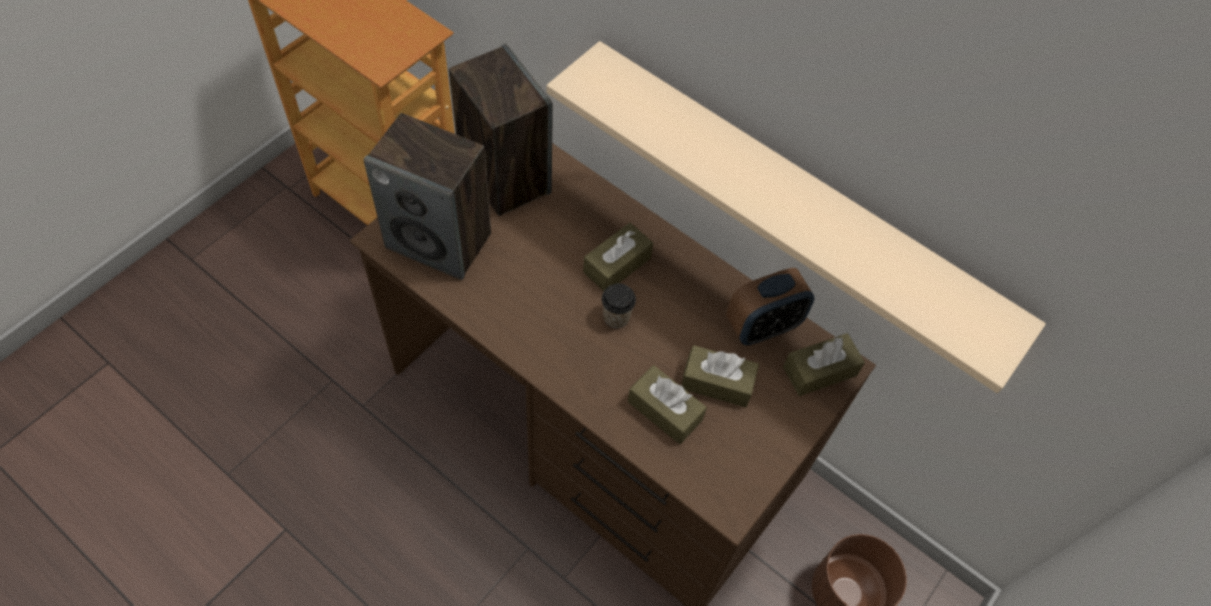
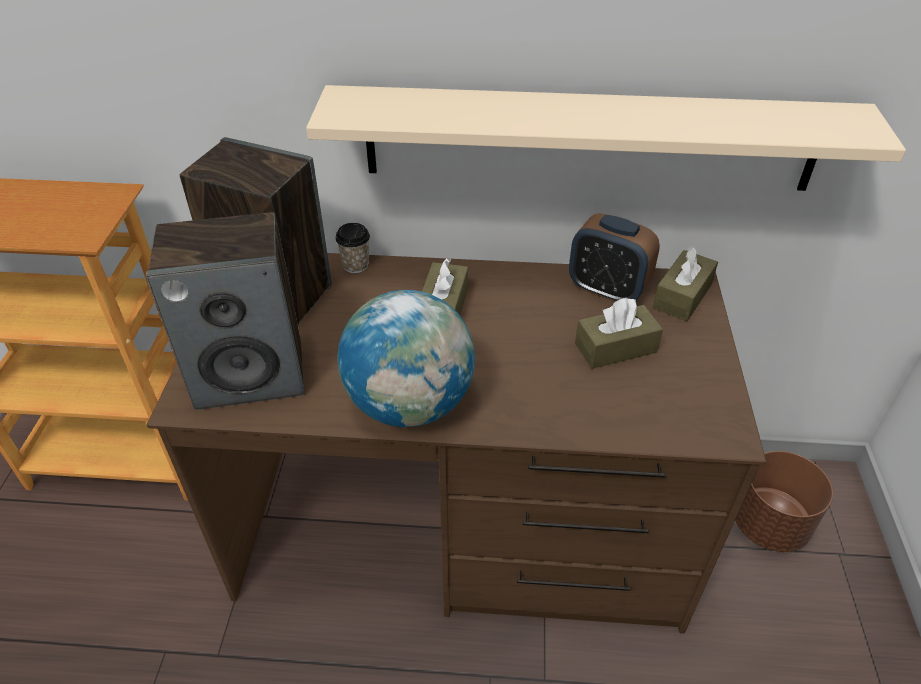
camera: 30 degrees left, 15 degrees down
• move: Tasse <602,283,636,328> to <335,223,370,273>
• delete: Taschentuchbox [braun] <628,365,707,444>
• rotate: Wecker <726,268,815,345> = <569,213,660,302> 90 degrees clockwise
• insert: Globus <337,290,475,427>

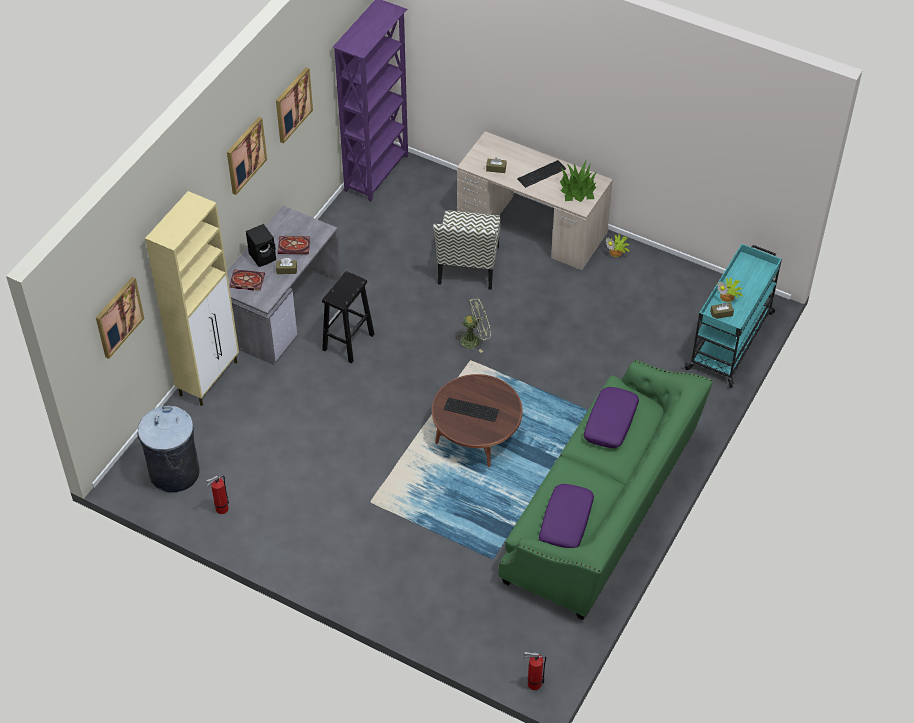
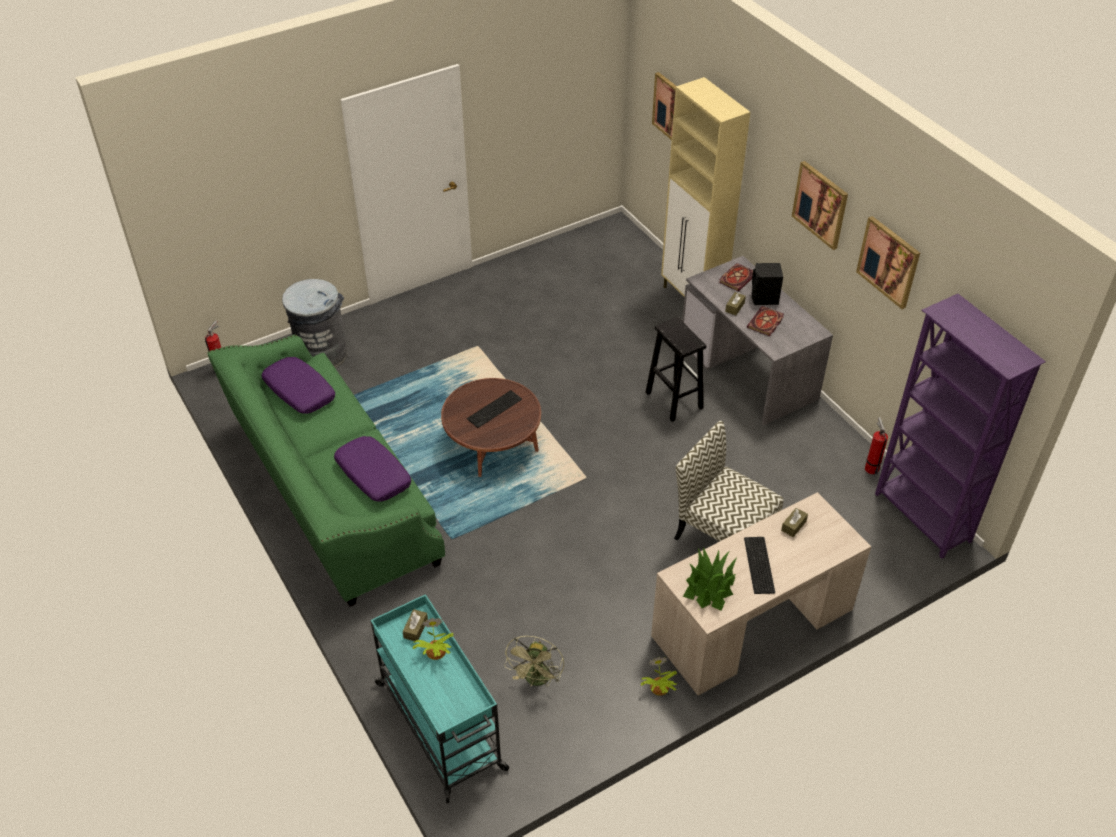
camera: 120 degrees right, 5 degrees down
• move: Mülleimer [grau] <138,405,200,492> to <282,279,348,368>
• move: Feuerlöscher <206,475,229,514> to <865,417,888,474>
• move: Ventilator [grün] <454,298,491,353> to <504,636,564,687>

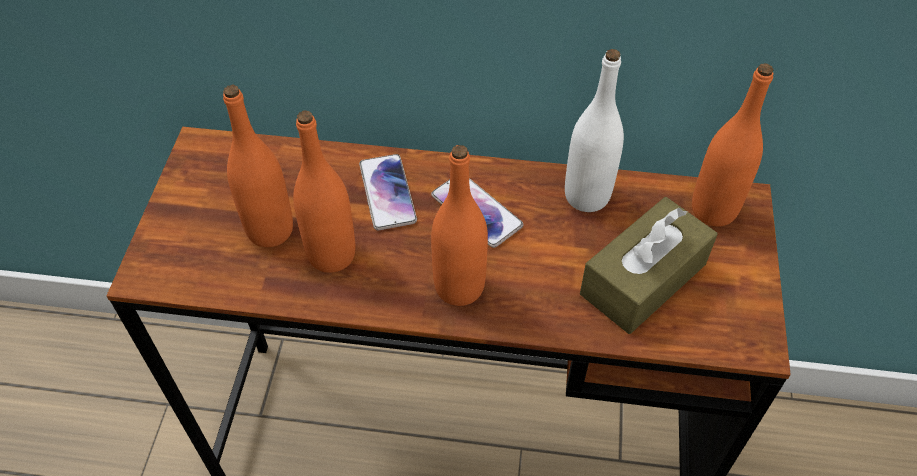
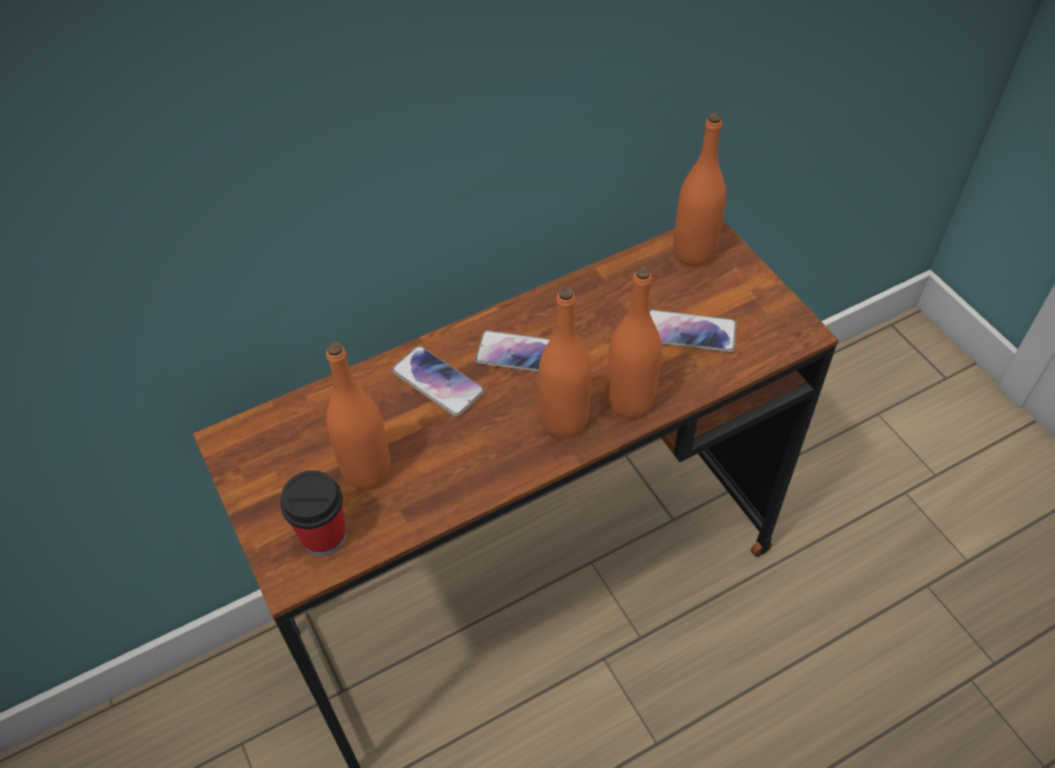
camera: 35 degrees left, 0 degrees up
• move: Flasche [orange] <293,110,355,273> to <607,267,662,418>
• delete: Flasche [weiß] <565,49,624,212>
• replace: Taschentuchbox [braun] <580,197,718,334> to Handy <649,310,737,352>
• insert: Tasse <280,470,346,556>

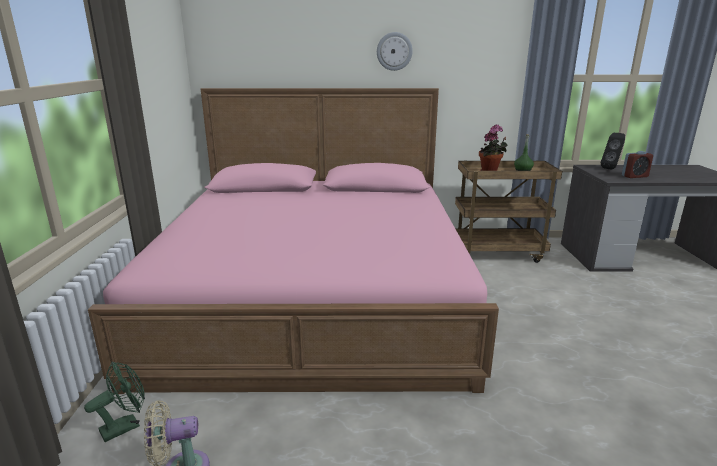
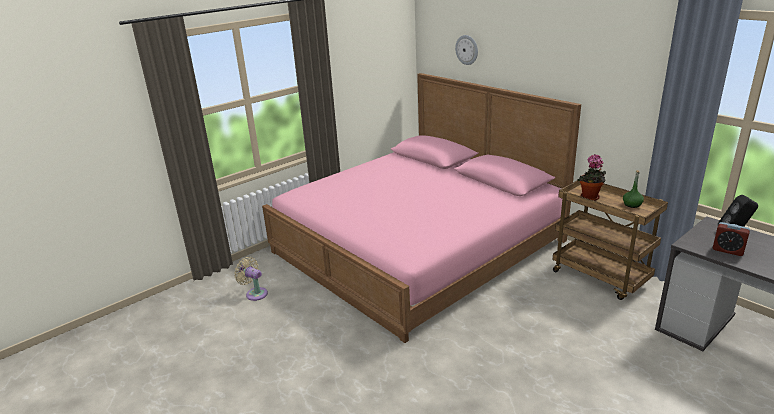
camera: 50 degrees right, 5 degrees up
• delete: Ventilator [grün] <84,361,145,442>
• move: Wanduhr <377,32,413,71> to <455,35,478,65>

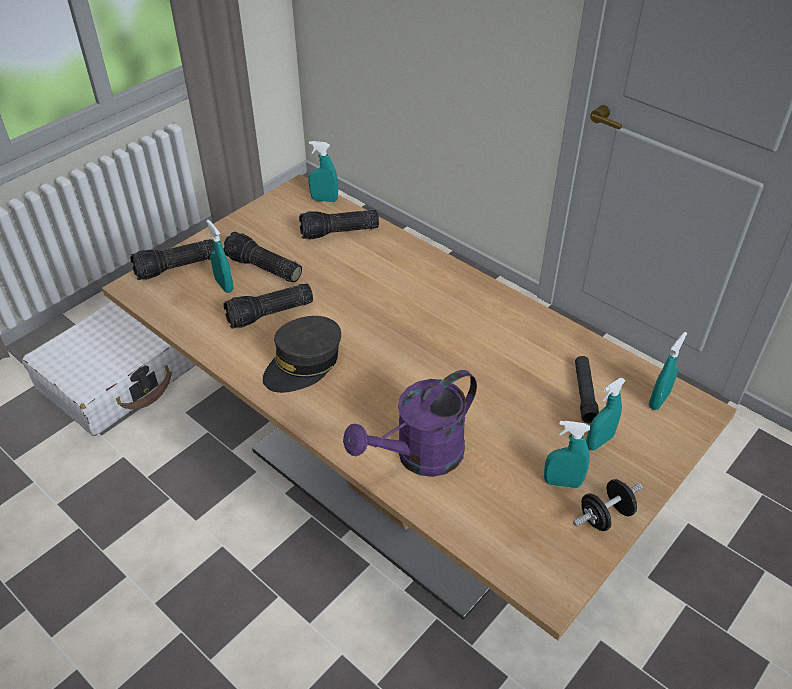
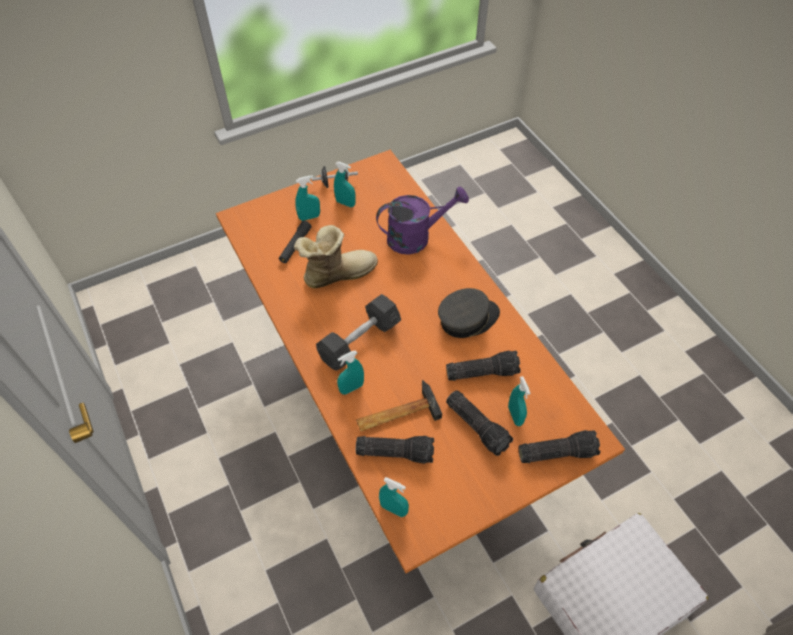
camera: 160 degrees left, 10 degrees up
• recolor: Esstisch [beige] <102,174,737,641> to Esstisch [orange] <216,150,625,573>
• move: Sprühflasche [türkis] <649,332,687,410> to <337,350,364,395>
• insert: Stiefel <294,225,378,288>
• insert: Hantel [grau] <316,294,401,371>
• insert: Hammer <356,380,442,431>

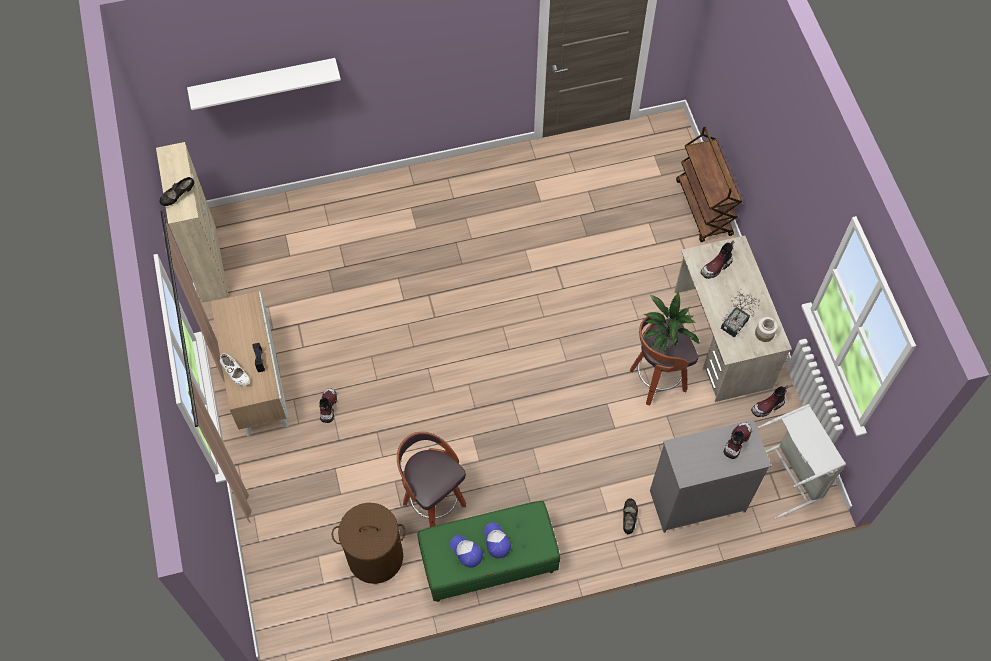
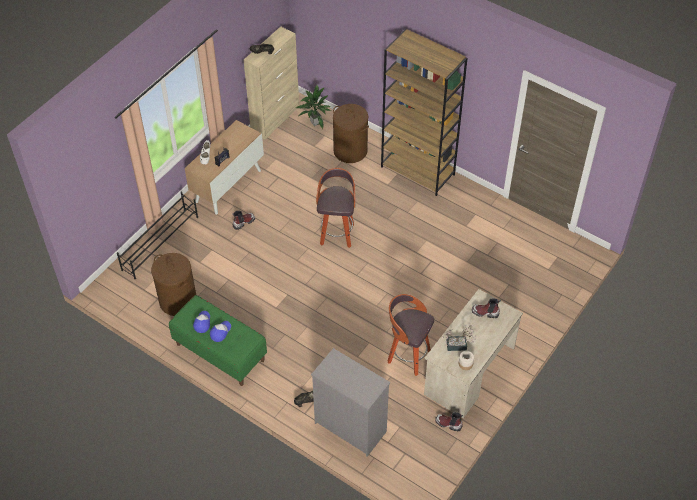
camera: 50 degrees right, 10 degrees down
• delete: Wandregal [weiß] <187,58,341,110>
• move: Hocker <397,432,466,527> to <316,168,355,248>
• move: Topfpflanze <643,292,700,354> to <296,84,331,129>
• delete: Rollwagen [braun] <676,127,742,242>
• delete: Stiefel <724,422,752,459>
• delete: Wäschekorb [grau] <758,404,846,519>
• insert: Schuhregal [schwarz] <117,191,198,279>
• insert: Wäschekorb [braun] <333,104,369,163>
• insert: Bücherregal [braun] <381,29,468,196>

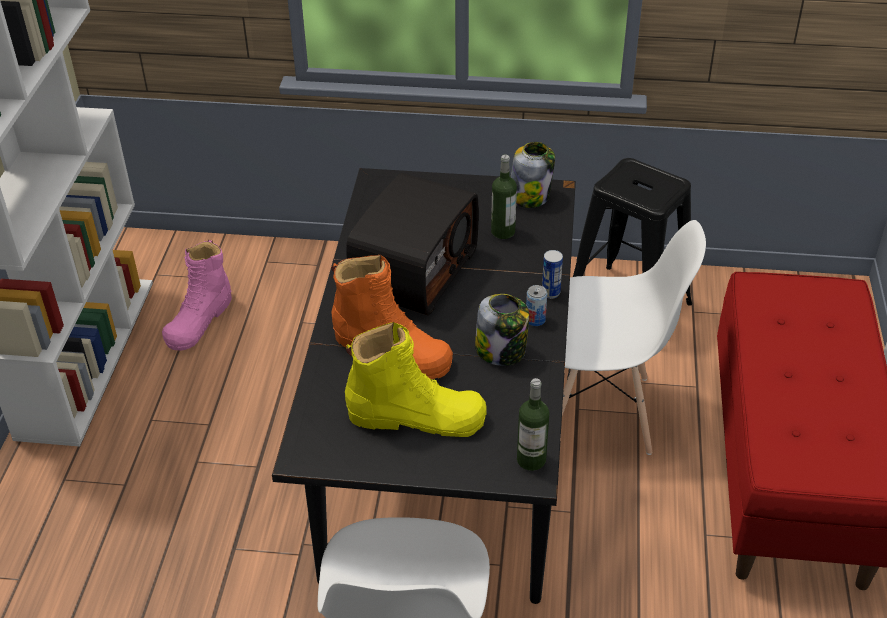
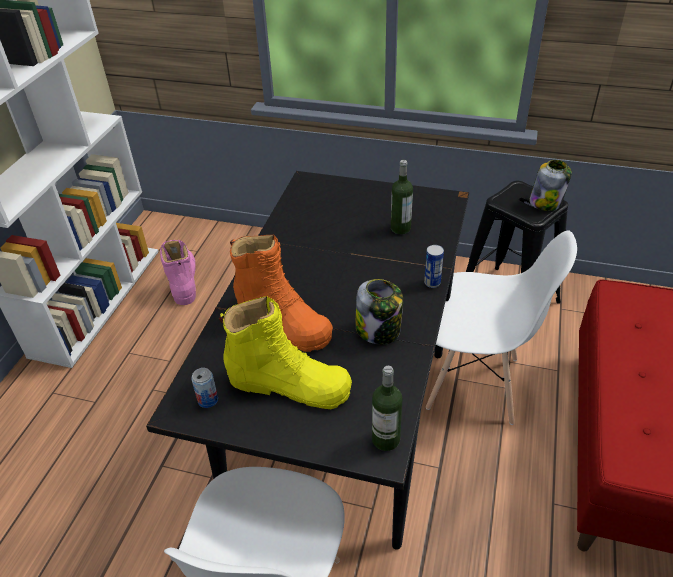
camera: 10 degrees right, 0 degrees up
• rotate: Stiefel [rosa] <162,240,232,351> = <160,240,196,305> 135 degrees clockwise
• delete: Radio <346,173,479,315>
• move: Vorratsglas <511,142,555,208> to <529,160,572,211>
• move: Dose <526,285,547,326> to <191,368,218,408>

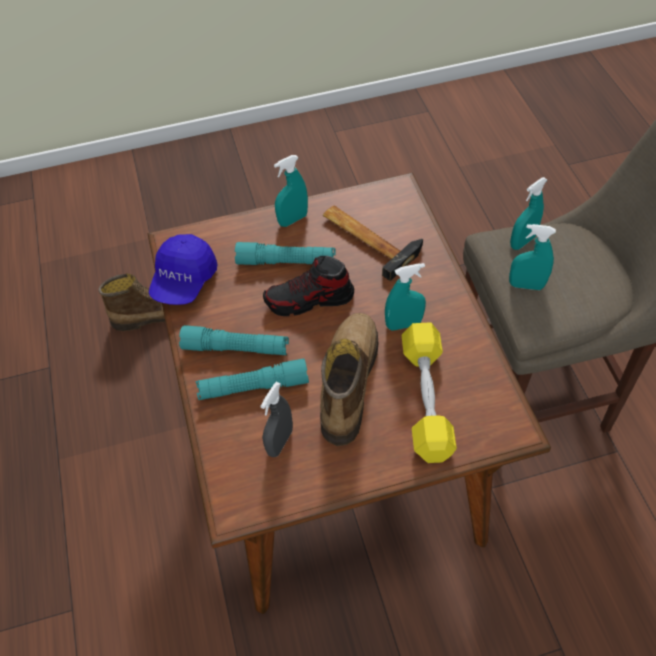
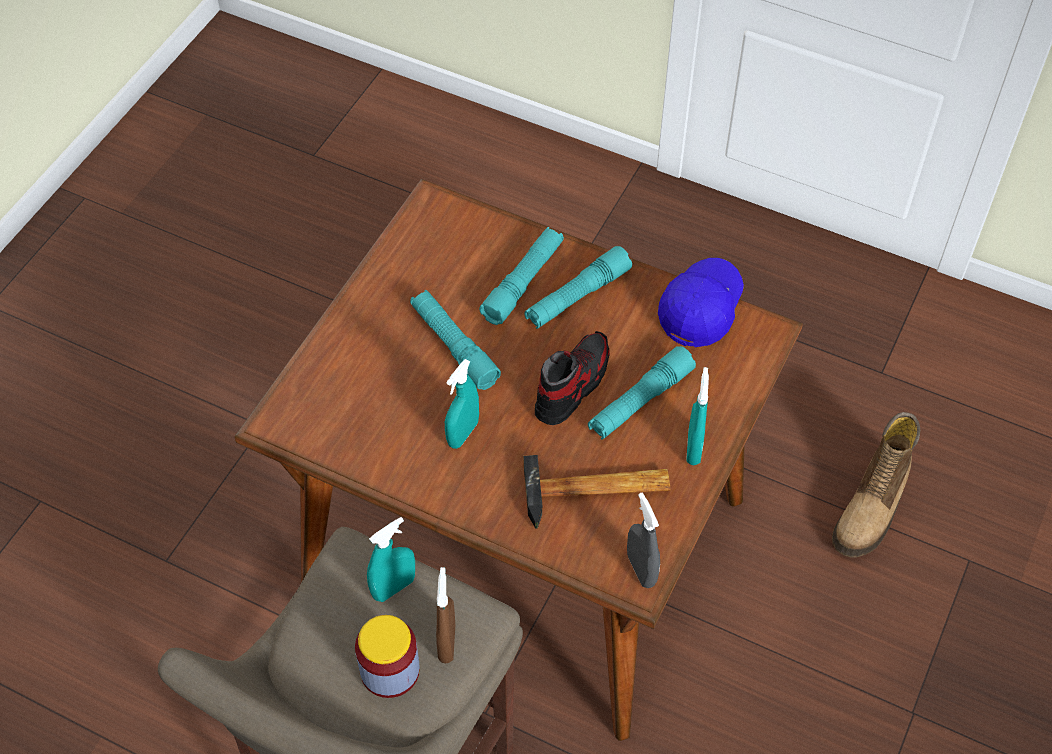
camera: 130 degrees right, 0 degrees up
• rotate: Kappe [blau] <149,234,218,305> = <658,258,744,347> 60 degrees clockwise
• move: Sprühflasche [grau] <260,382,293,457> to <627,492,660,588>
• replace: Stiefel <320,313,379,446> to Taschenlampe [türkis] <410,290,501,390>
• delete: Hantel [gelb] <401,322,457,463>
• recolor: Sprühflasche [türkis] <510,177,547,250> to Sprühflasche [braun] <436,567,455,663>
• insert: Vorratsglas <355,615,420,698>

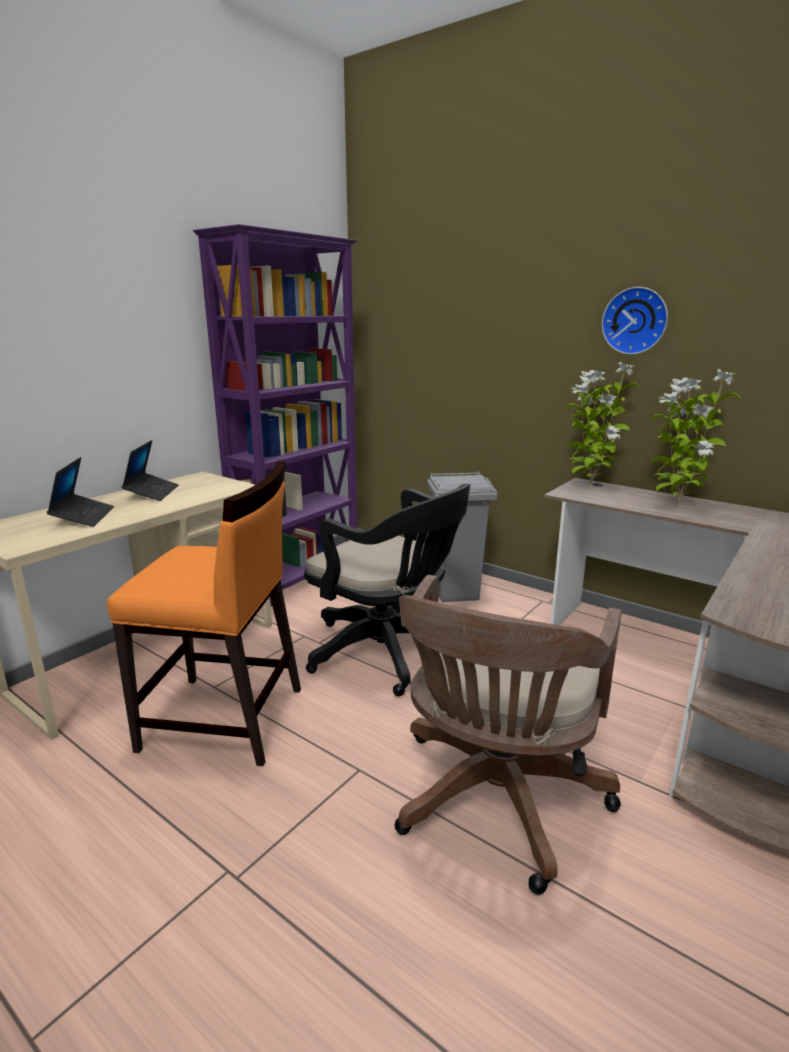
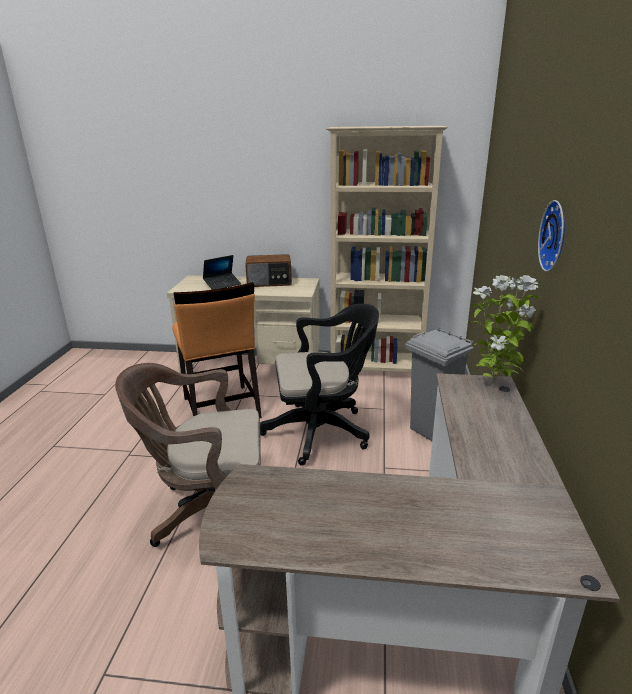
camera: 60 degrees right, 5 degrees up
• replace: Laptop <122,440,179,501> to Radio <245,254,292,287>
• recolor: Bücherregal [lila] <193,224,358,607> to Bücherregal [beige] <326,126,448,372>
• rotate: Bürostuhl [schwarz] <304,484,471,696> = <260,304,379,466> 105 degrees counterclockwise
• delete: Topfpflanze <650,369,740,505>

